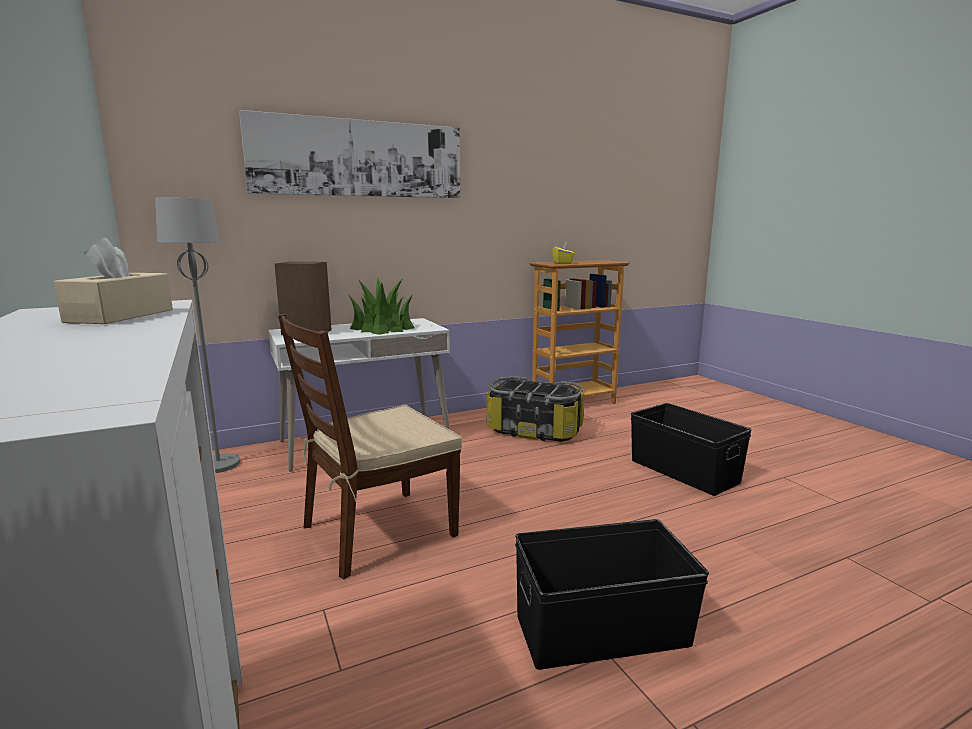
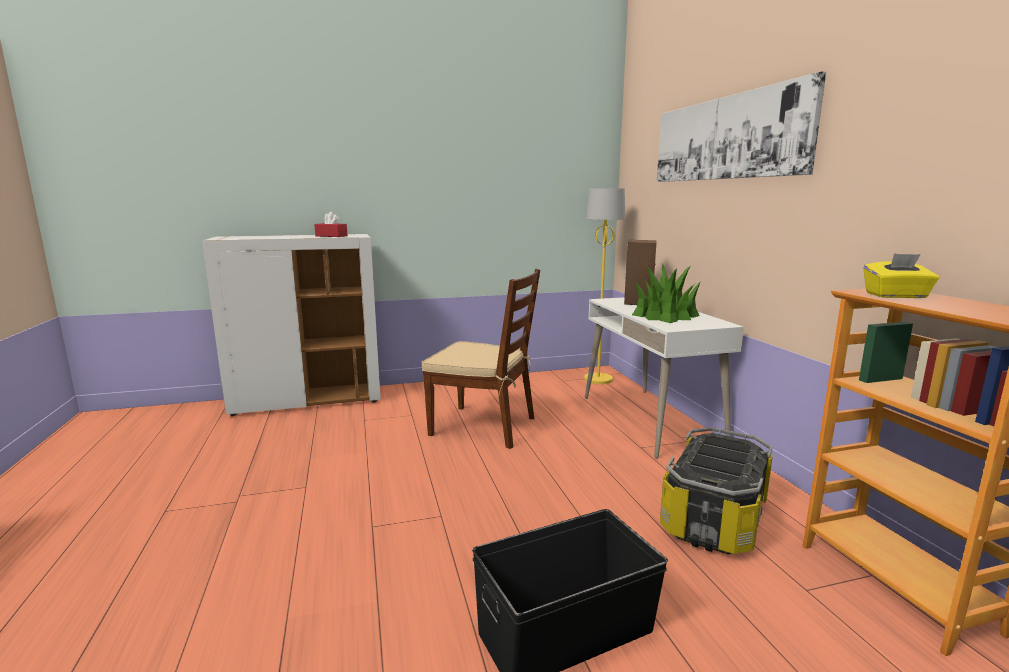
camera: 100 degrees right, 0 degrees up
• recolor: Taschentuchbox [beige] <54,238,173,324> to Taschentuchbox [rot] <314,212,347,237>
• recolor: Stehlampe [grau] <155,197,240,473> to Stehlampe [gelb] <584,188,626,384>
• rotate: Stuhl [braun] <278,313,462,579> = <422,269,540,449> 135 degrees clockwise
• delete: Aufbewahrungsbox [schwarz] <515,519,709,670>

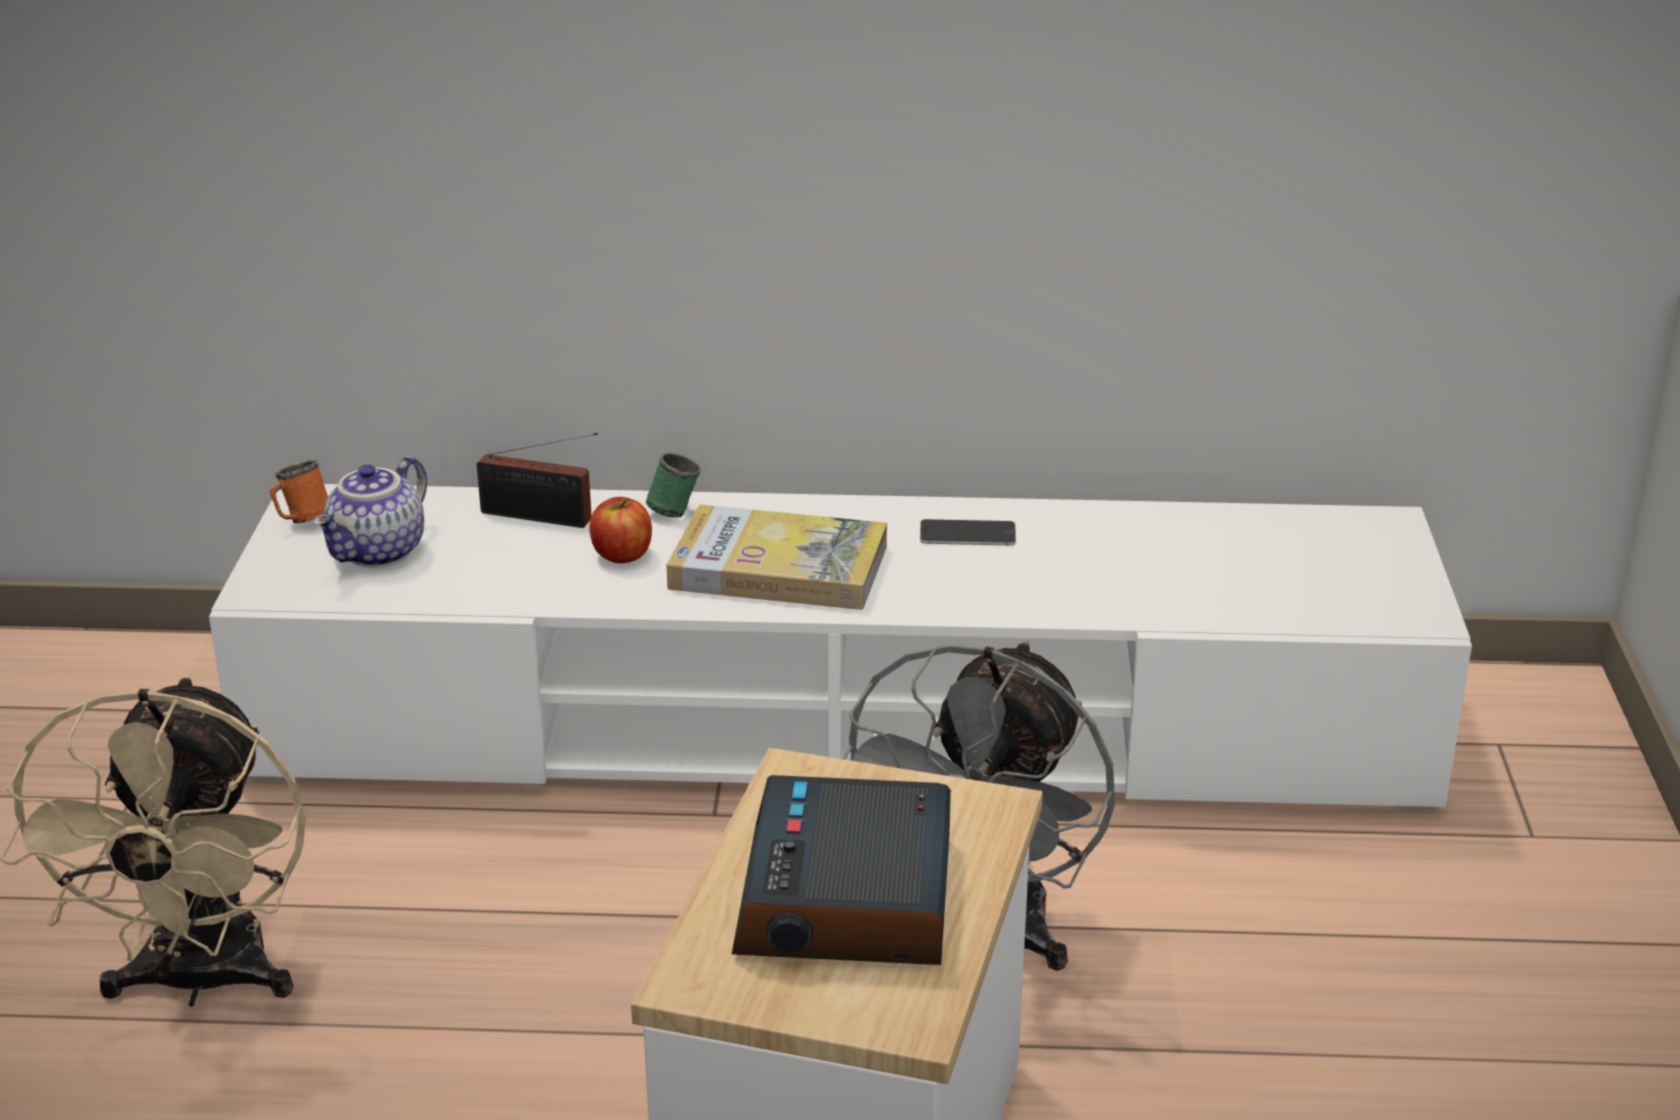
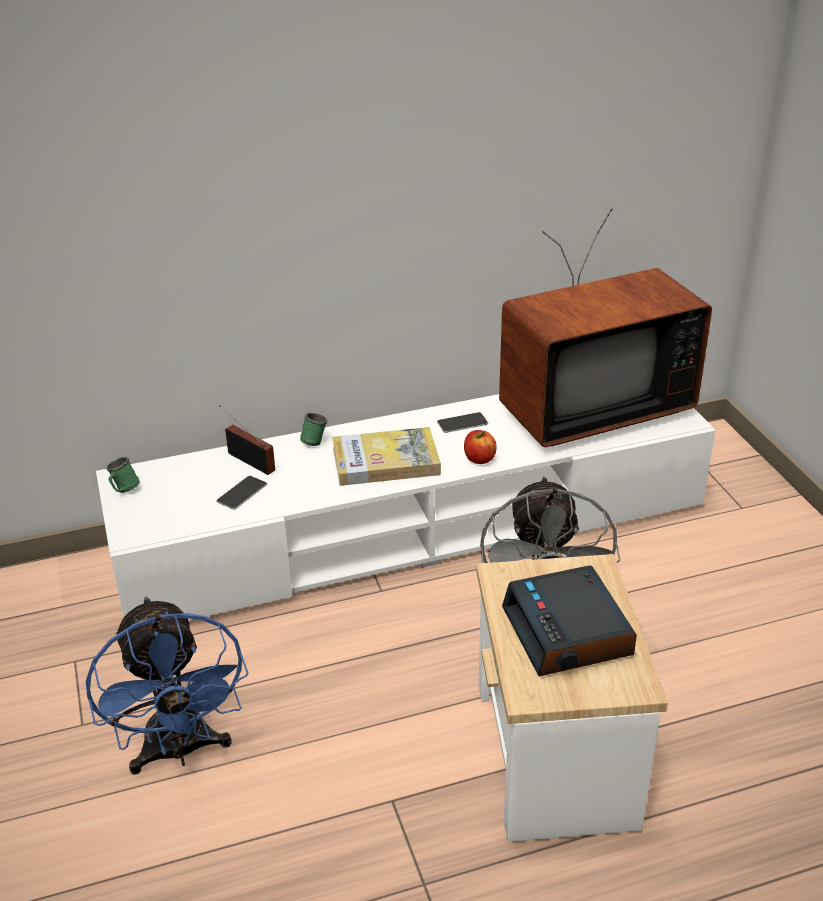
camera: 20 degrees left, 5 degrees up
• recolor: Ventilator [beige] <0,675,306,1007> to Ventilator [blau] <86,597,248,774>
• recolor: Henkelbecher [orange] <270,460,328,523> to Henkelbecher [grün] <106,457,140,493>
• delete: Teekanne <313,456,427,568>
• rotate: Radio <477,433,598,528> = <220,406,275,475> 135 degrees counterclockwise
• move: Apfel <589,497,652,563> to <464,430,497,464>
• insert: Handy <216,476,267,509>
• insert: Fernseher <499,208,712,447>

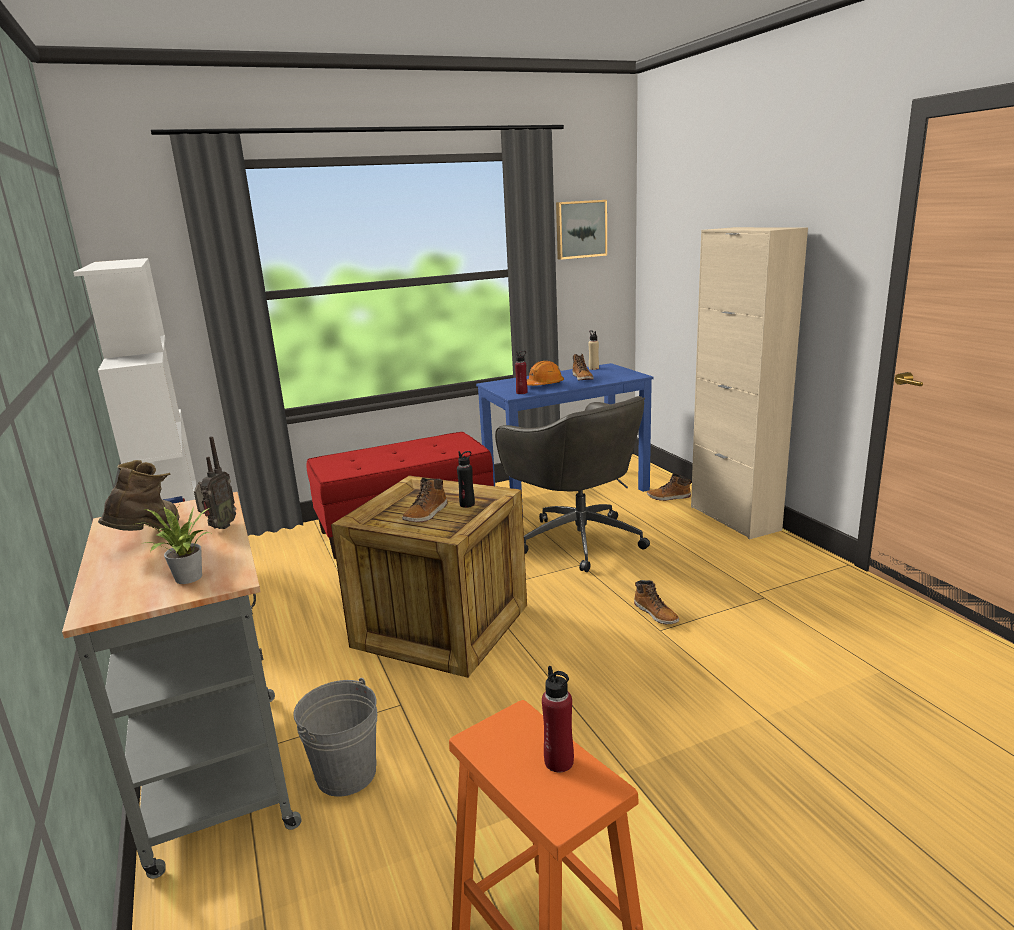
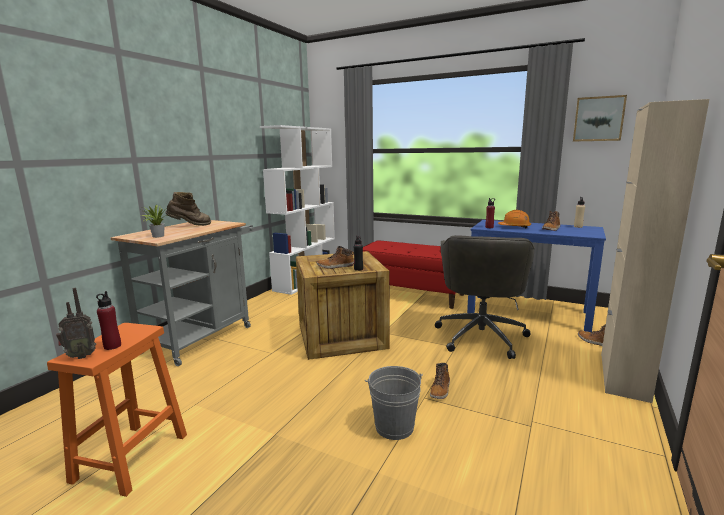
camera: 50 degrees right, 5 degrees down
• move: Radio <194,436,236,529> to <56,288,96,359>
• move: Eimer [grau] <293,677,377,797> to <365,366,423,440>

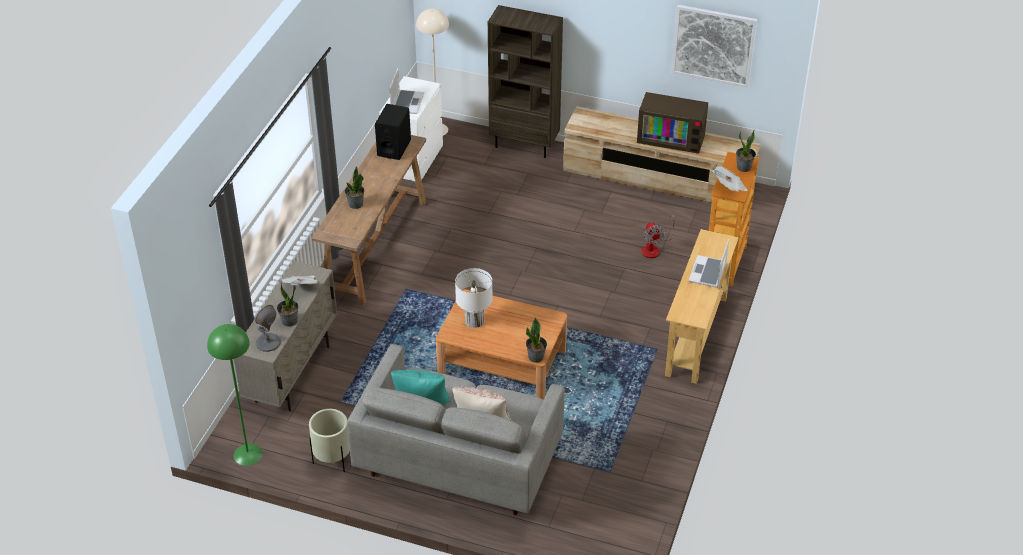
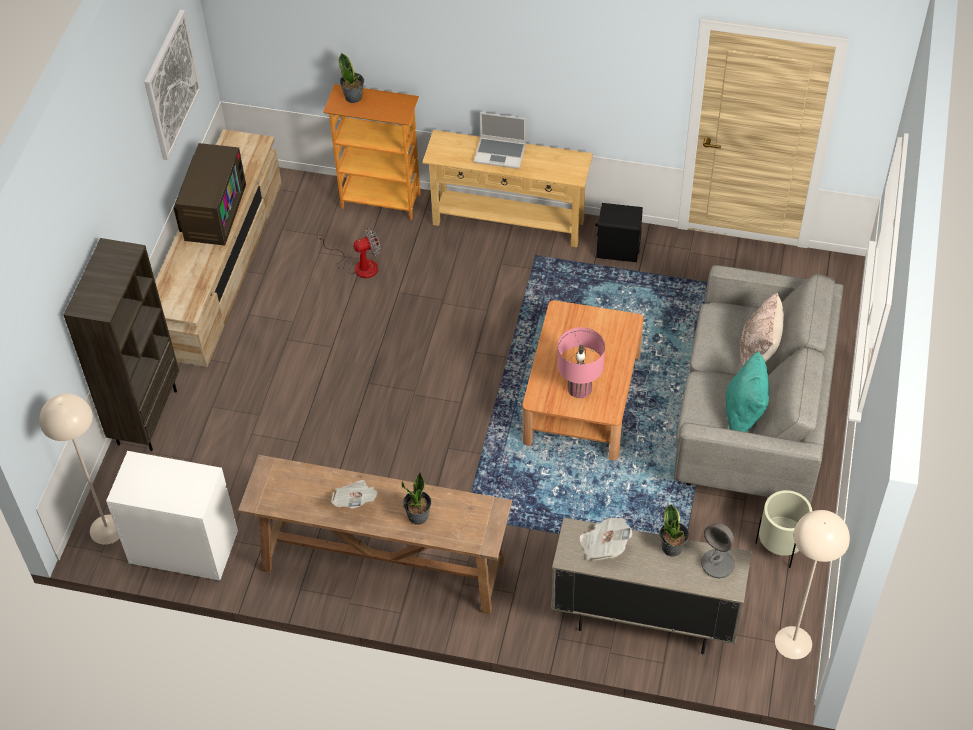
camera: 95 degrees left, 10 degrees up
• recolor: Stehlampe [grün] <207,324,263,466> to Stehlampe [beige] <775,510,850,659>
• move: Lautsprecher [schwarz] <375,104,411,160> to <595,203,643,262>
• delete: Laptop <389,69,424,114>
• recolor: Tischlampe [weiß] <455,268,493,328> to Tischlampe [rosa] <557,327,605,398>
• delete: Topfpflanze <526,318,547,363>
• move: Zeitung <713,166,748,192> to <331,480,379,509>

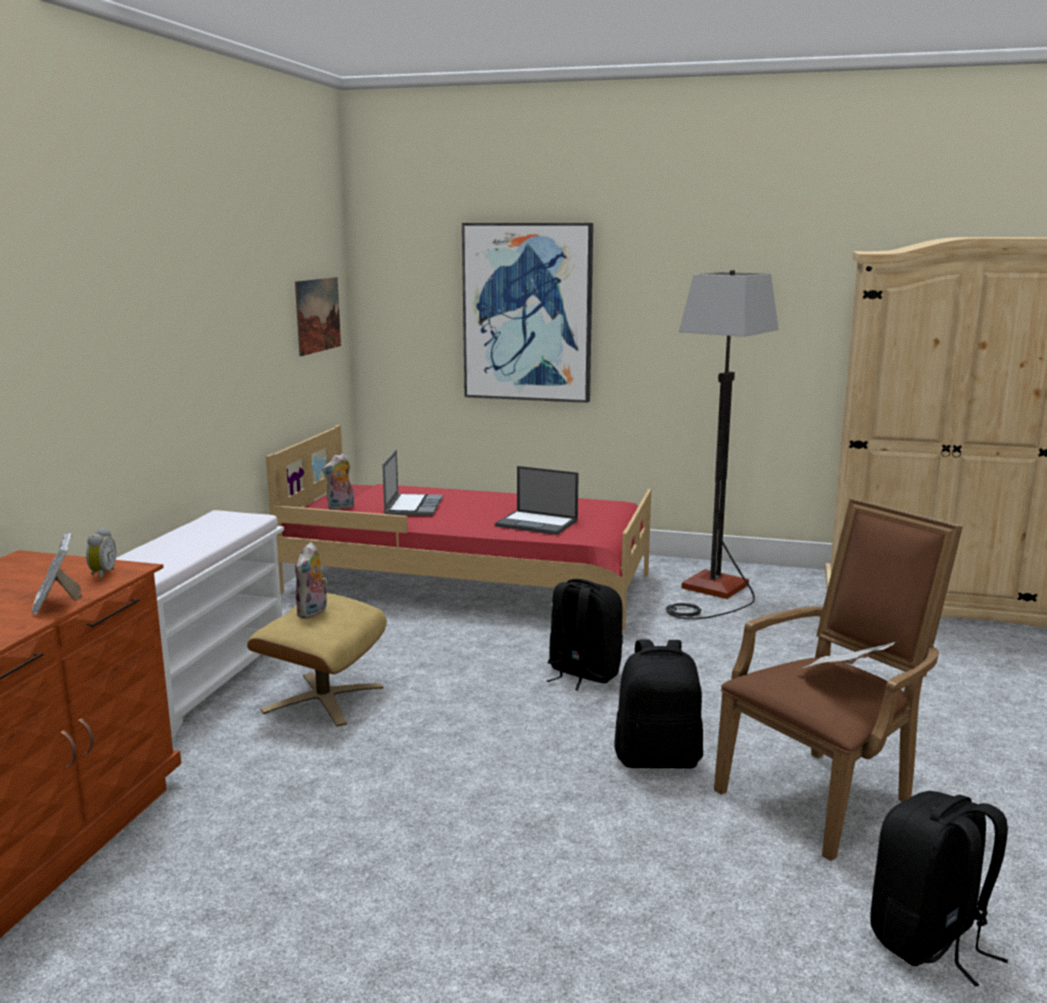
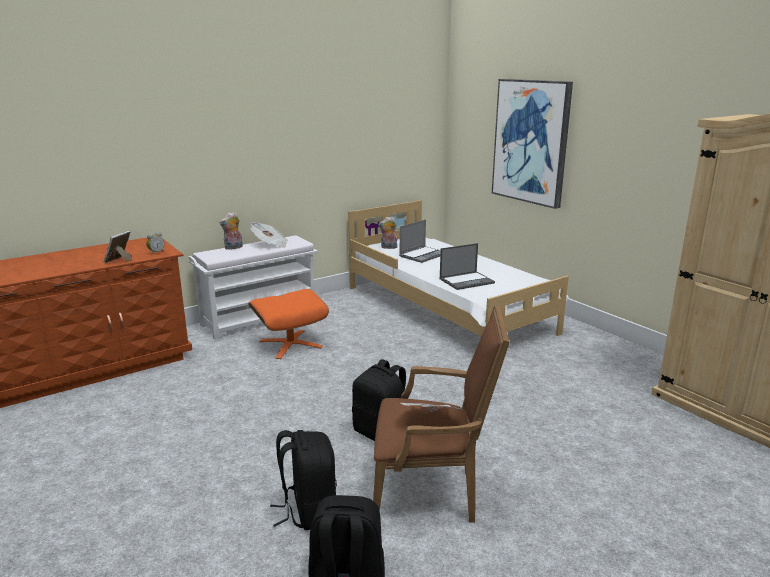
camera: 40 degrees right, 5 degrees up
• recolor: Polsterhocker [beige] <247,593,387,727> to Polsterhocker [orange] <248,289,329,359>
• recolor: Bett [rot] <266,425,651,631> to Bett [weiß] <348,200,569,336>
• delete: Bild <295,277,341,356>
• move: Plüschtier <295,542,327,619> to <219,212,243,250>
• rotate: Laptop <495,466,579,535> = <440,243,495,290> 90 degrees counterclockwise
• move: Rucksack [schwarz] <547,579,623,690> to <270,430,337,530>
• delete: Stehlampe <666,270,779,619>
• insert: Zeitung <251,222,288,248>

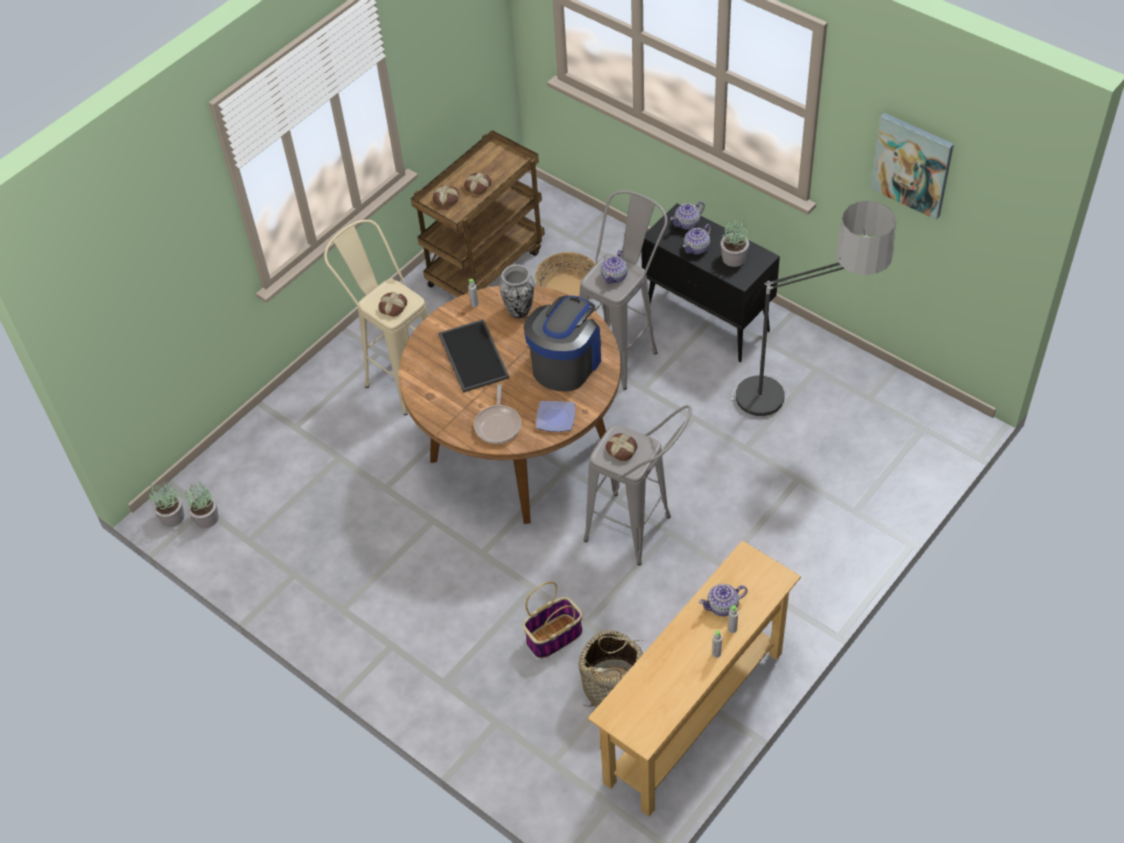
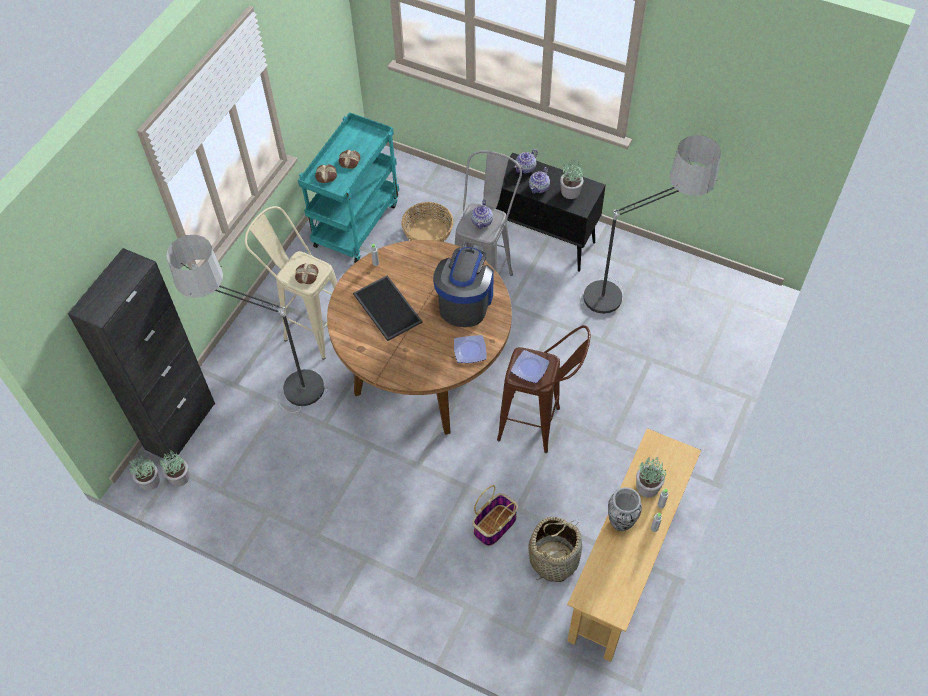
camera: 15 degrees left, 5 degrees up
• recolor: Rollwagen [braun] <411,130,545,297> to Rollwagen [türkis] <298,112,399,263>
• delete: Pfanne <474,384,521,444>
• move: Vase <500,264,534,319> to <608,487,642,531>
• recolor: Hocker [grau] <584,405,692,565> to Hocker [braun] <497,325,590,453>
• replace: Brot <605,433,637,461> to Teller <511,350,549,383>
• replace: Teekanne <699,584,748,616> to Topfpflanze <636,457,666,498>
• delete: Bild <870,113,954,220>
• insert: Schrank [schwarz] <68,248,215,461>
• insert: Stehlampe <166,235,328,413>

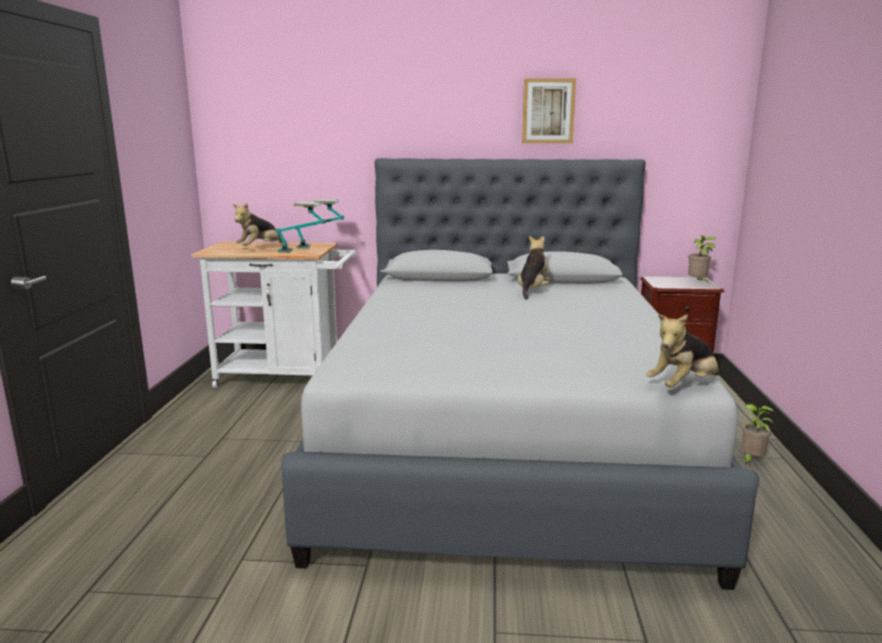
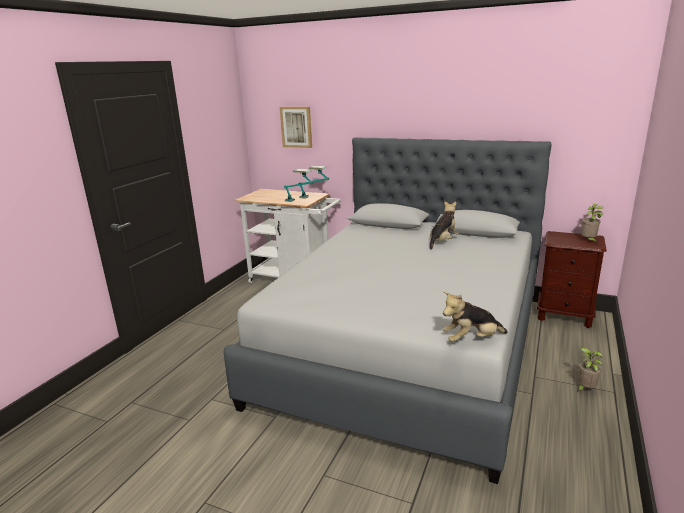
camera: 20 degrees right, 5 degrees up
• delete: Plüschtier <232,203,287,246>
• move: Bild <522,78,576,143> to <280,107,312,148>

